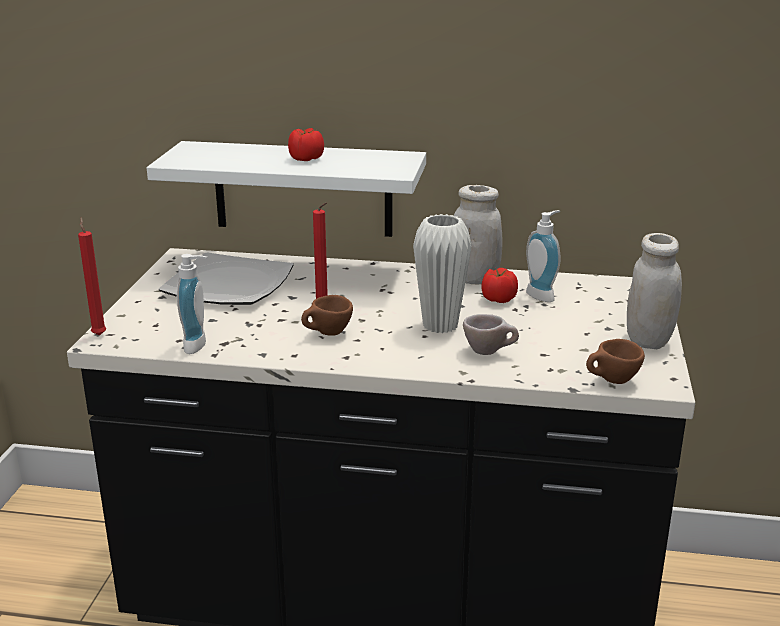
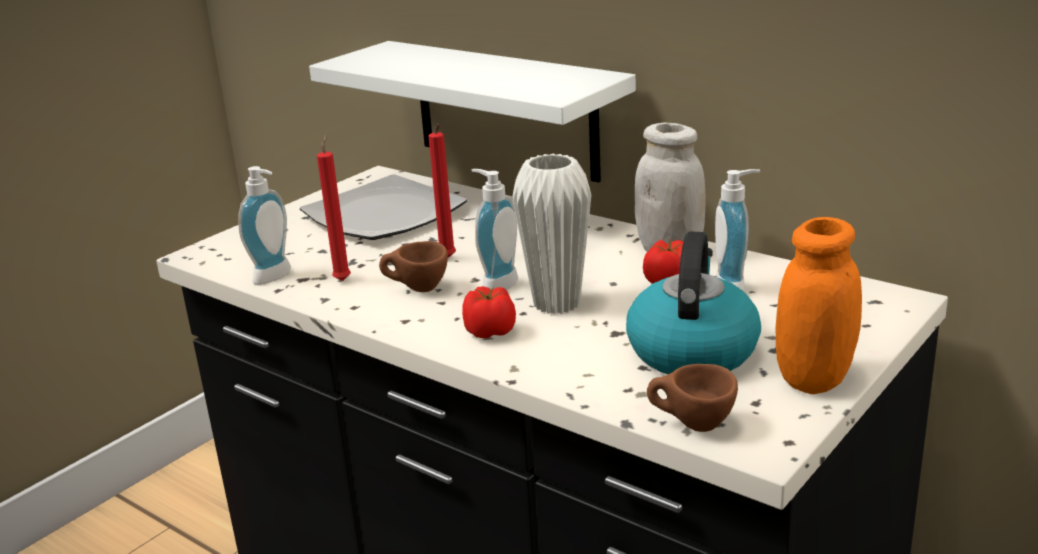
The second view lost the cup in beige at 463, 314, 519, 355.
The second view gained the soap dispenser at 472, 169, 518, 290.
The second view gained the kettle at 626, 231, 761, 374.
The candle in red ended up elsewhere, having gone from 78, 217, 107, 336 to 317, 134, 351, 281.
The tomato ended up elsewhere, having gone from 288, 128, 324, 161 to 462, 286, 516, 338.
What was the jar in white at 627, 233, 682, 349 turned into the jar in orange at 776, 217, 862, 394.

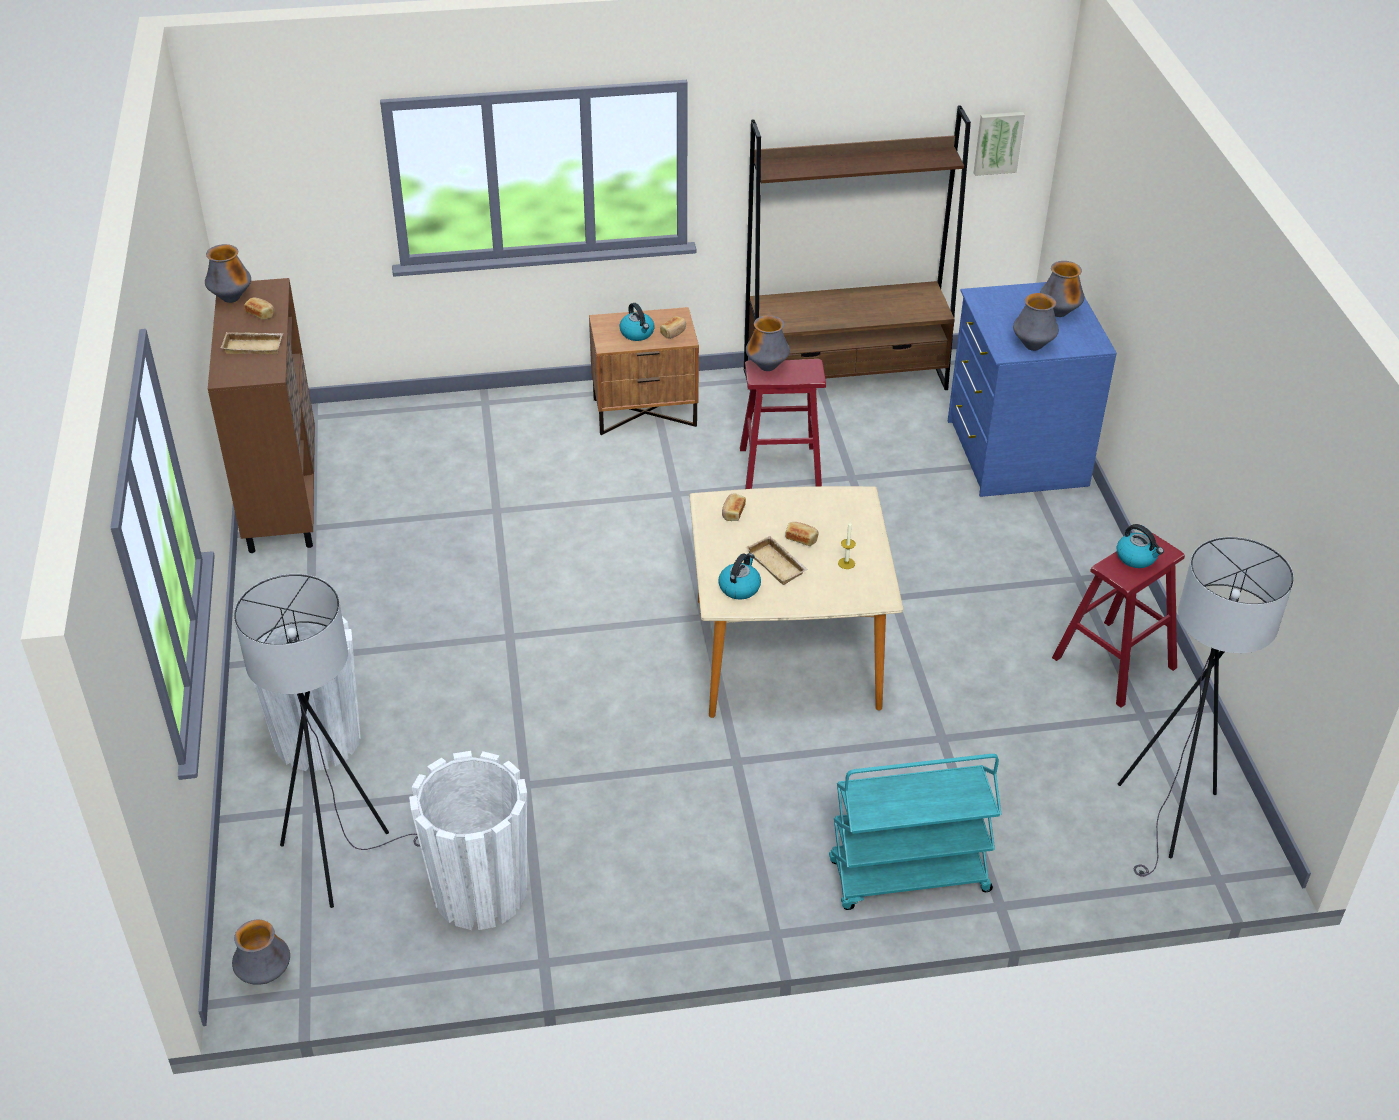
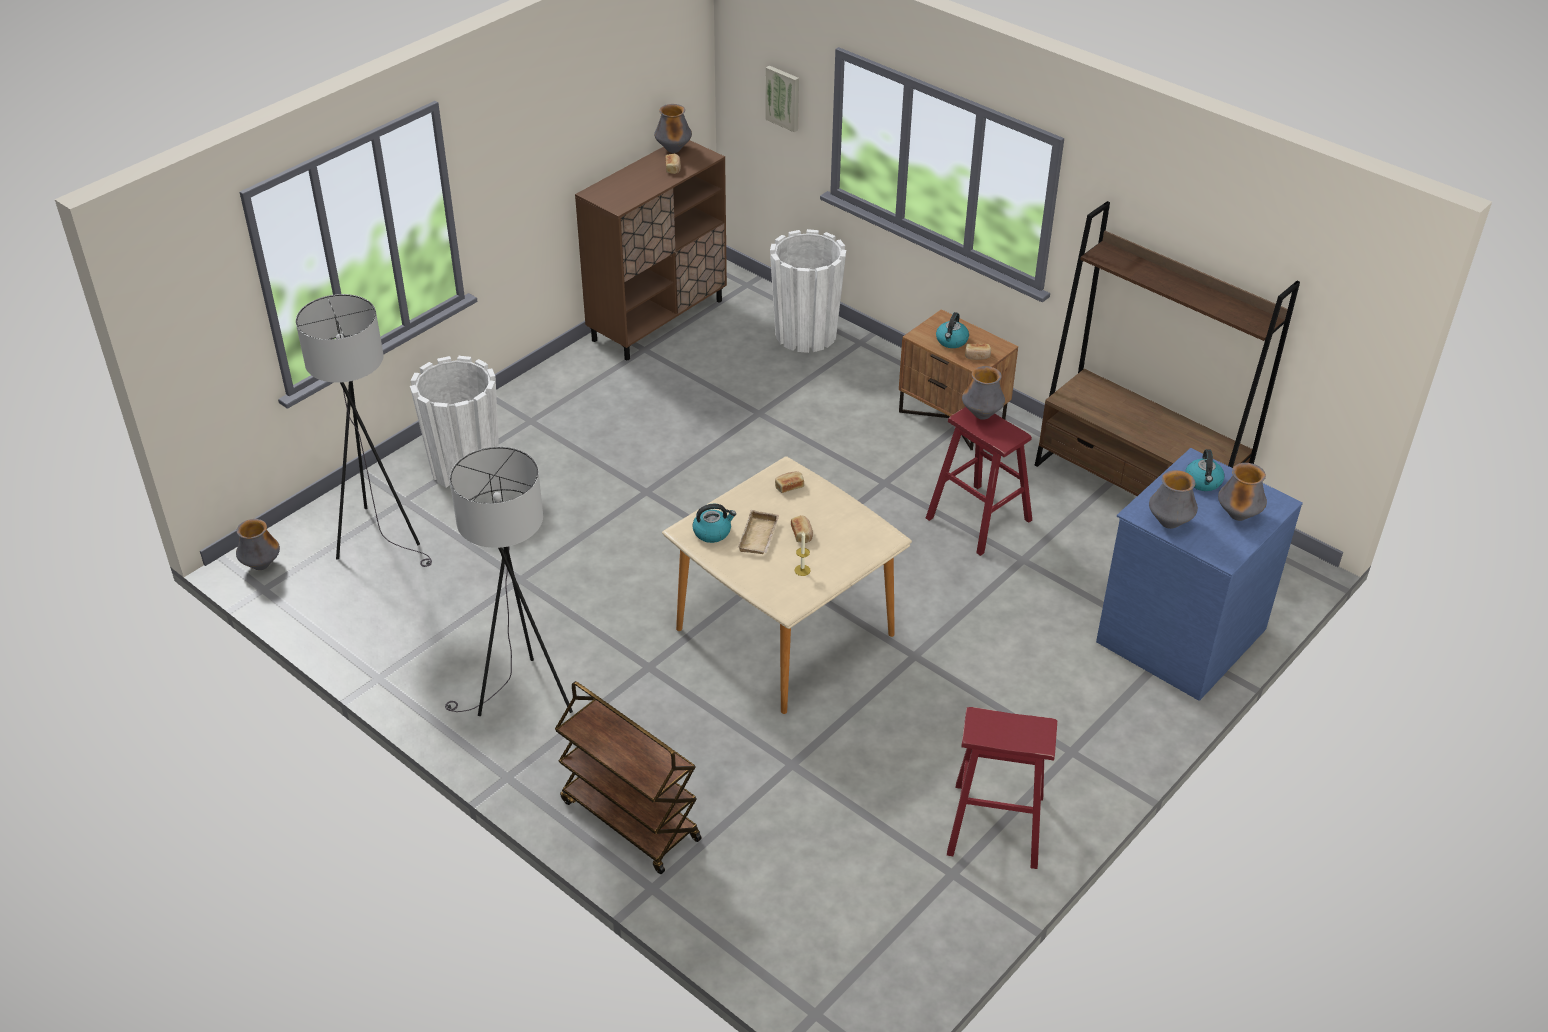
The second view lost the tray in beige at 221, 332, 283, 354.
The planter in white ended up elsewhere, having gone from 409, 751, 527, 930 to 770, 229, 846, 353.
The picture ended up elsewhere, having gone from 973, 112, 1025, 176 to 765, 66, 799, 132.
The kettle ended up elsewhere, having gone from 1116, 524, 1164, 568 to 1185, 449, 1224, 491.
The floor lamp in grey ended up elsewhere, having gone from 1118, 537, 1294, 877 to 445, 447, 573, 716.
What was the cart in turquoise at 829, 754, 1001, 910 turned into the cart in brown at 555, 681, 702, 874.

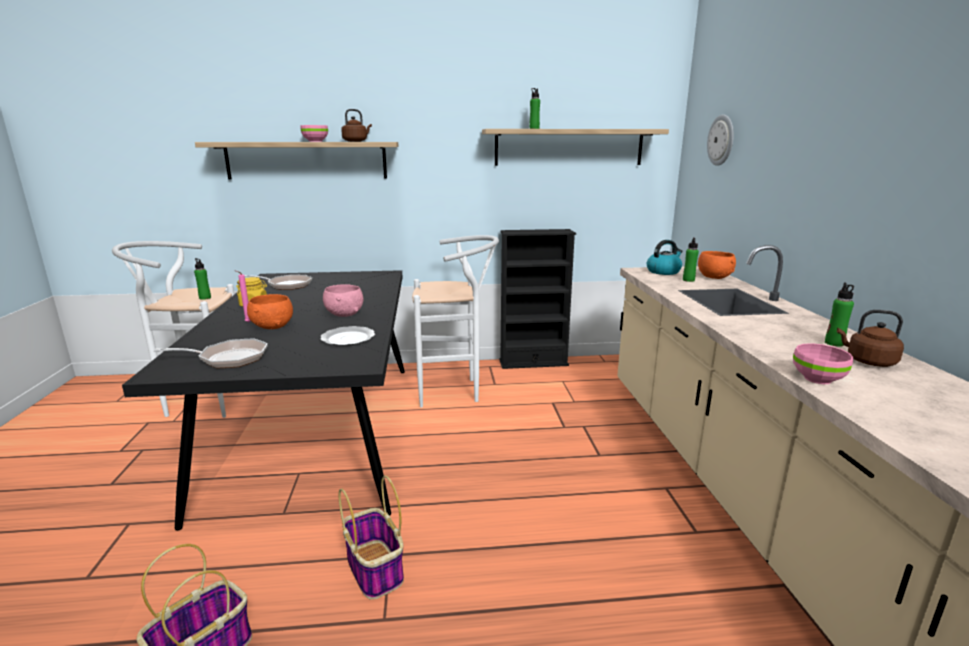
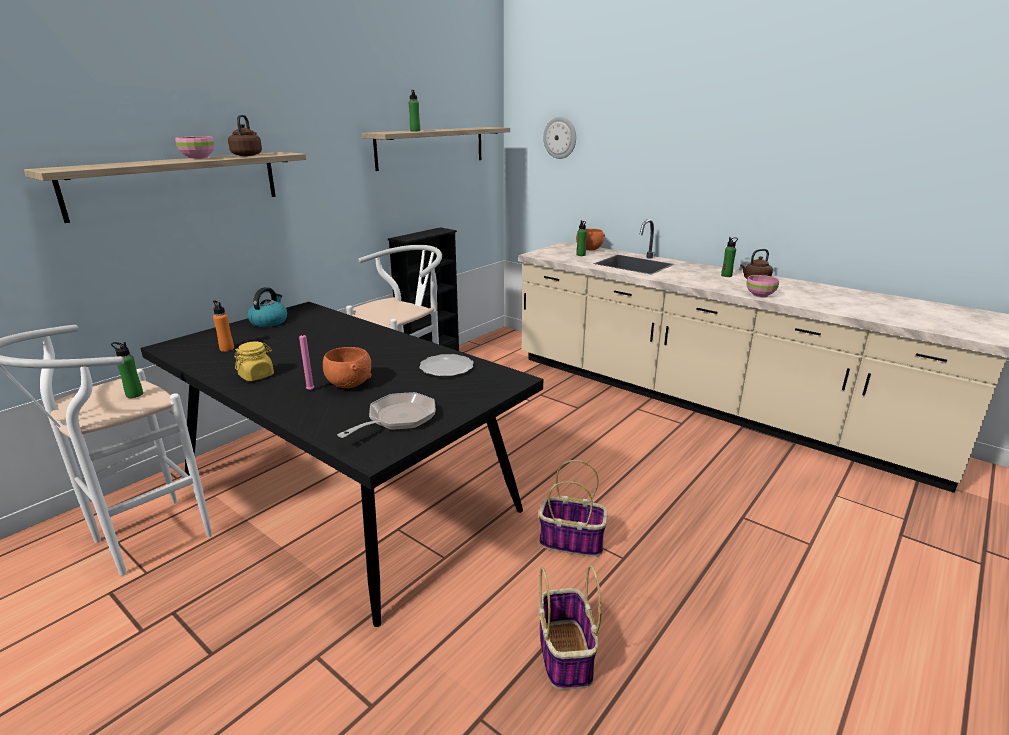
The second view lost the bowl in pink at 323, 284, 363, 317.
The kettle ended up elsewhere, having gone from 647, 240, 683, 275 to 247, 287, 287, 327.
Where the frying pan stood at 245, 274, 312, 290, the bottle in orange came to stand at 213, 300, 234, 352.

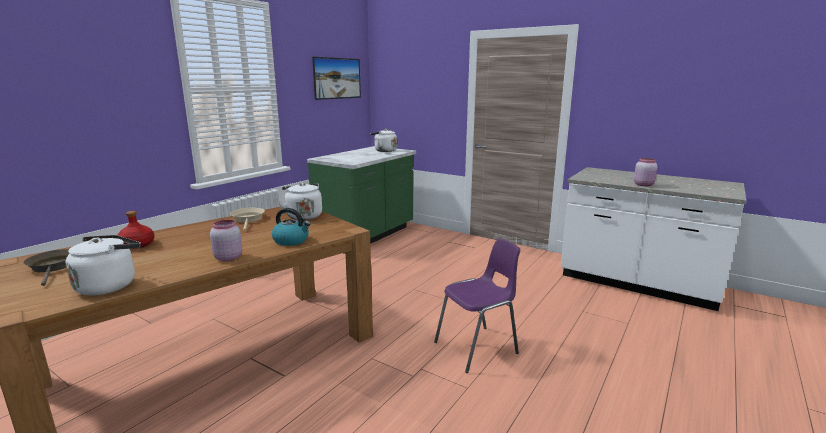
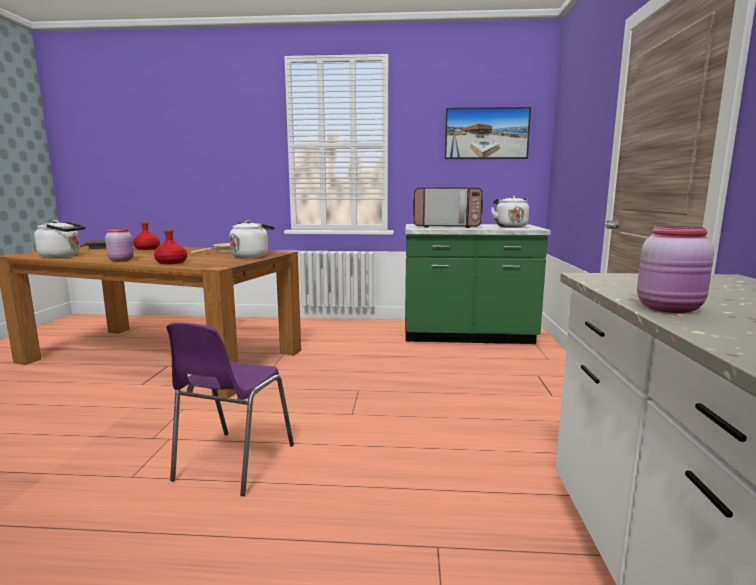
The second view gained the microwave at 413, 188, 483, 228.
Where the kettle stood at 272, 208, 311, 246, the bottle in red came to stand at 154, 230, 187, 264.
The chair in purple at 434, 238, 520, 373 ended up facing another way, 75 degrees clockwise from before.

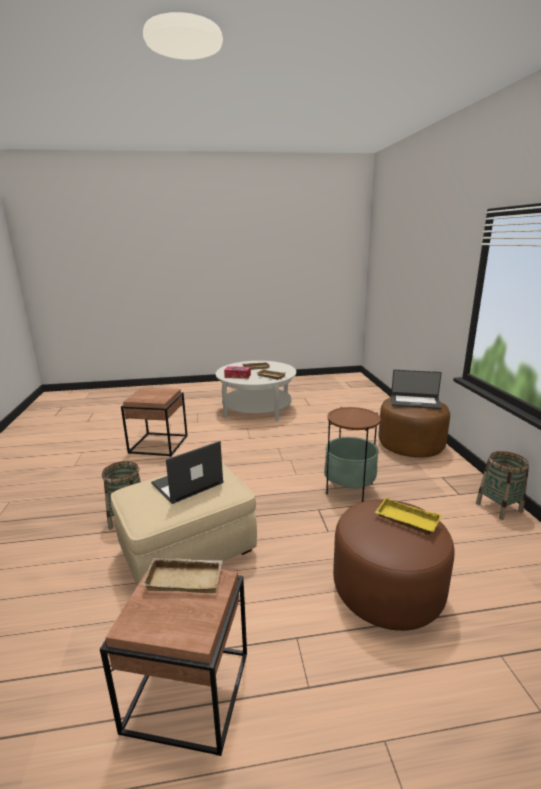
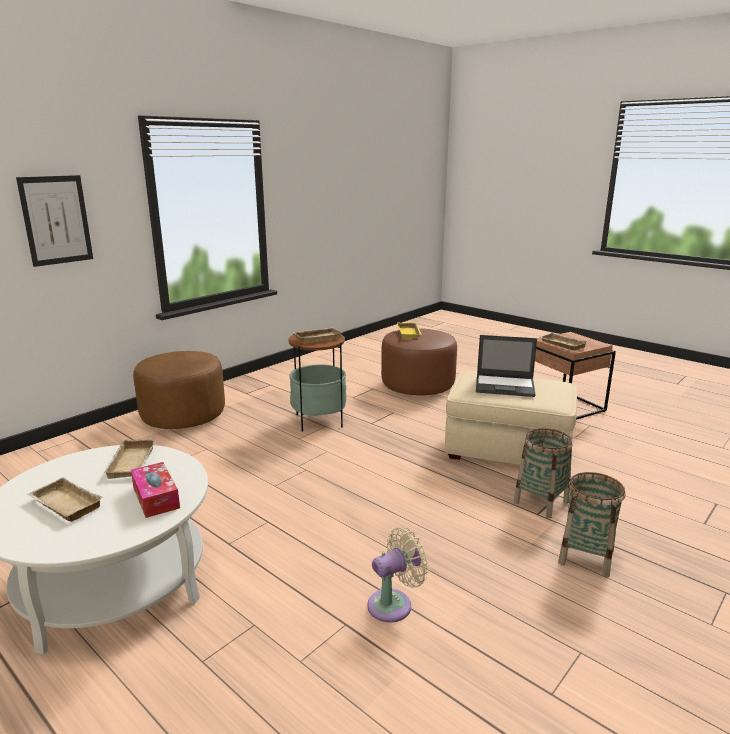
The second view lost the laptop at 391, 370, 442, 409.
The second view gained the picture at 16, 175, 93, 267.
The second view gained the tray in beige at 293, 327, 342, 343.
The basket ended up elsewhere, having gone from 476, 451, 529, 520 to 558, 472, 626, 578.
Where the side table in brown stood at 121, 387, 188, 457, the fan in beige came to stand at 367, 527, 428, 623.

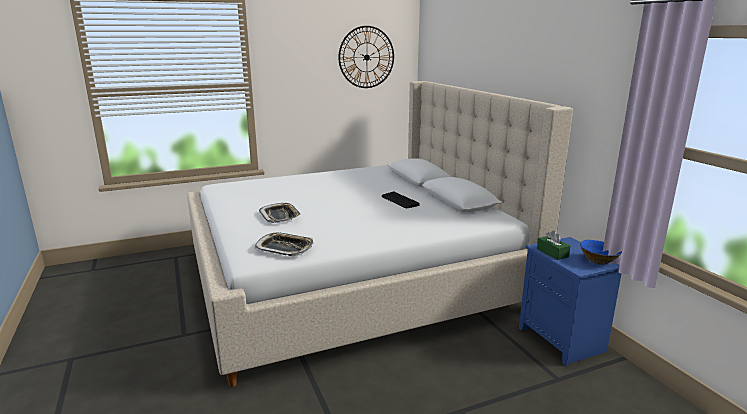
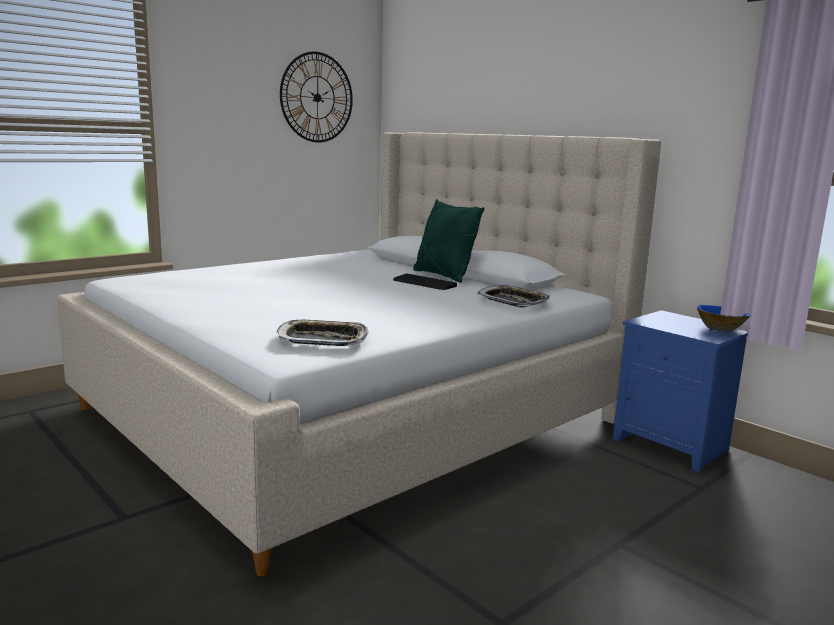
The second view lost the tissue box in green at 537, 230, 570, 260.
The second view gained the pillow in green at 413, 199, 485, 283.
The tray ended up elsewhere, having gone from 259, 203, 301, 223 to 477, 285, 550, 307.

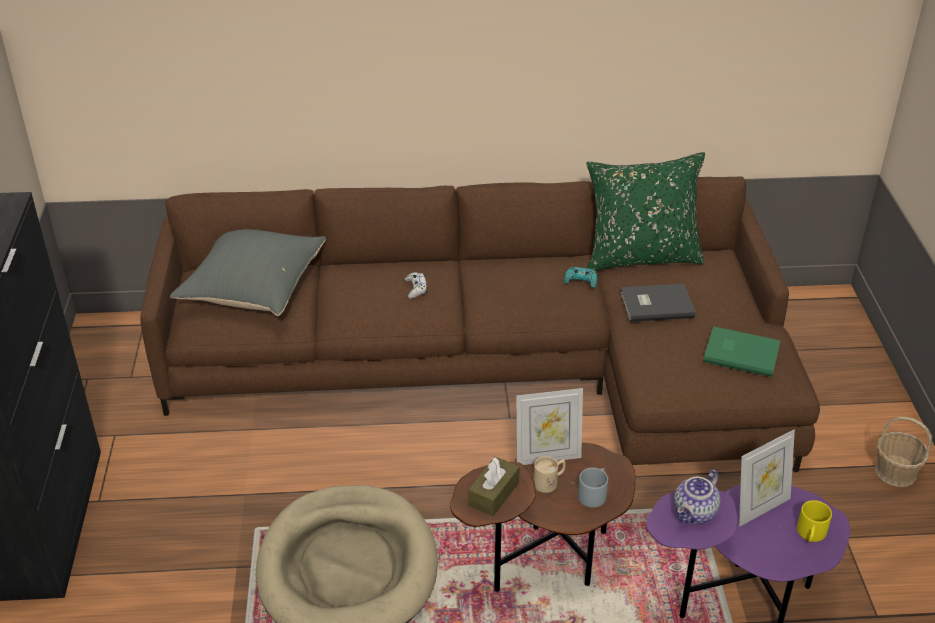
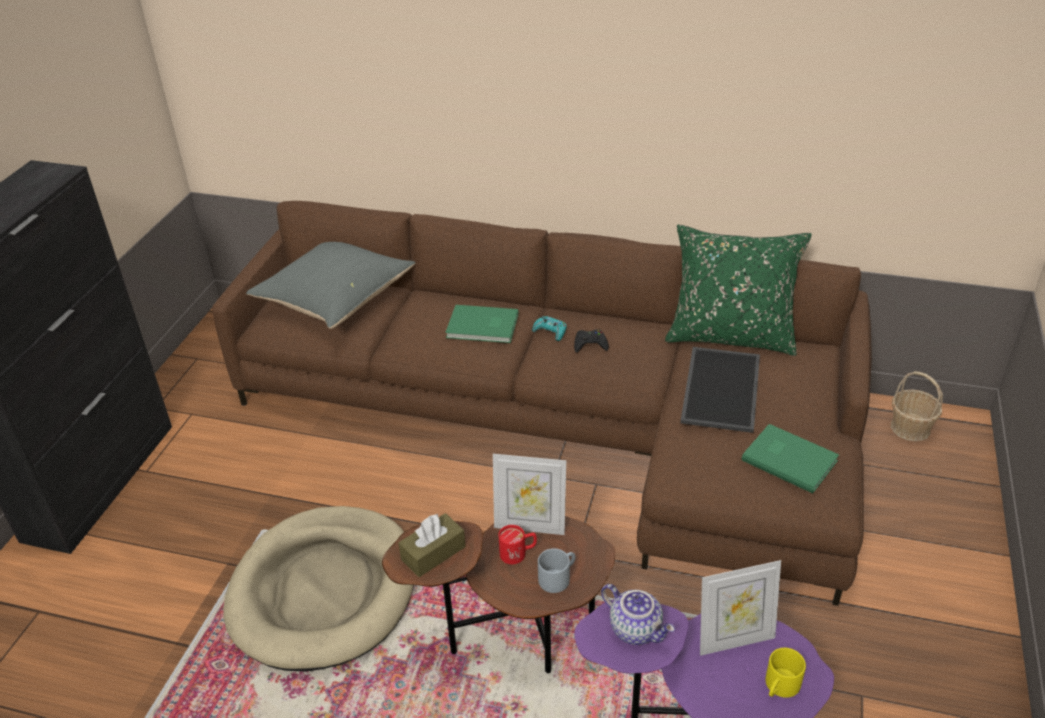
The second view gained the game controller in black at 574, 329, 609, 353.
The game controller in turquoise ended up elsewhere, having gone from 564, 267, 597, 288 to 532, 316, 567, 341.
The basket ended up elsewhere, having gone from 875, 417, 932, 487 to 891, 371, 943, 441.
Where the game controller in white stood at 404, 273, 427, 299, the book in green came to stand at 445, 305, 518, 343.
Where the book in grey stood at 621, 283, 695, 322, the tray came to stand at 680, 347, 760, 433.
What was the mug in beige at 534, 456, 566, 493 turned into the mug in red at 498, 525, 537, 564.
The teapot at 674, 470, 720, 524 ended up facing another way, 105 degrees counterclockwise from before.

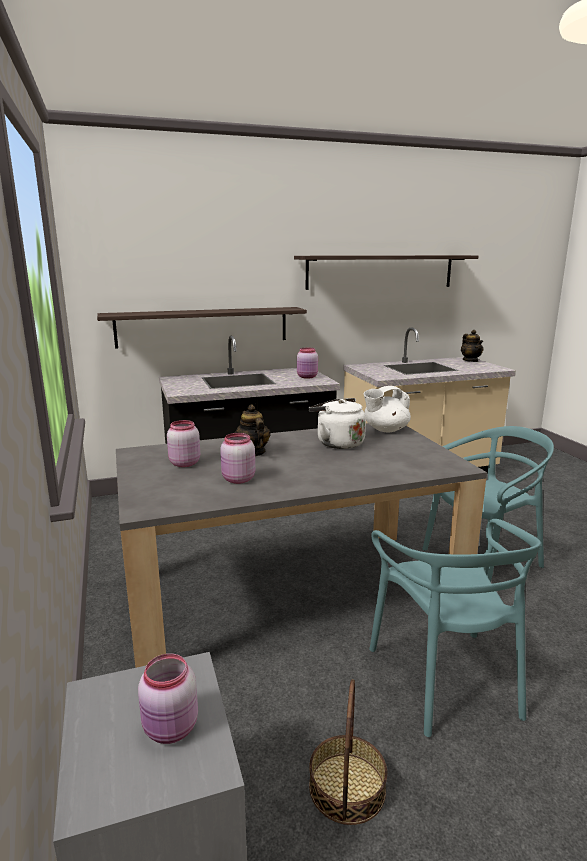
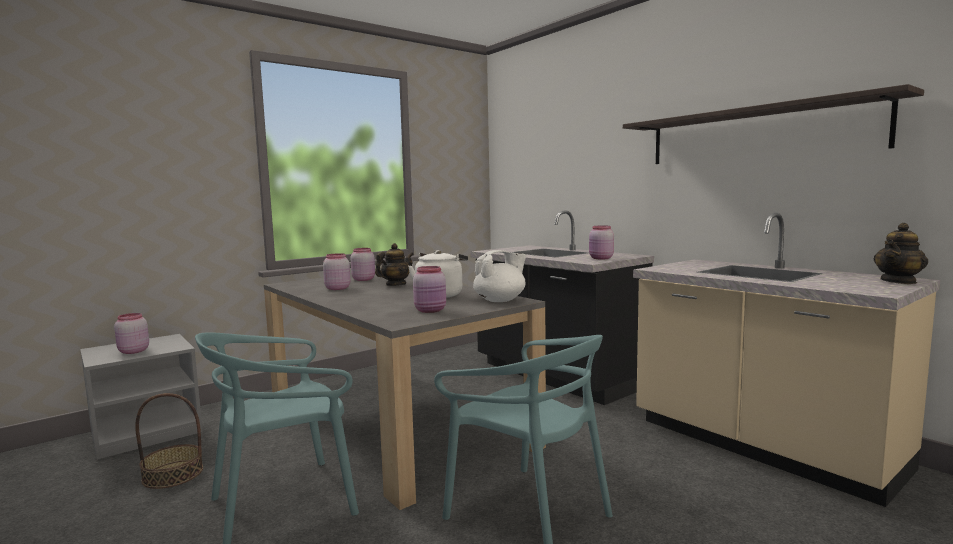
The second view lost the shelf at 97, 307, 307, 349.
The second view gained the jar in pink at 413, 266, 446, 313.
The teapot in white at 364, 386, 411, 432 ended up facing another way, 105 degrees clockwise from before.

